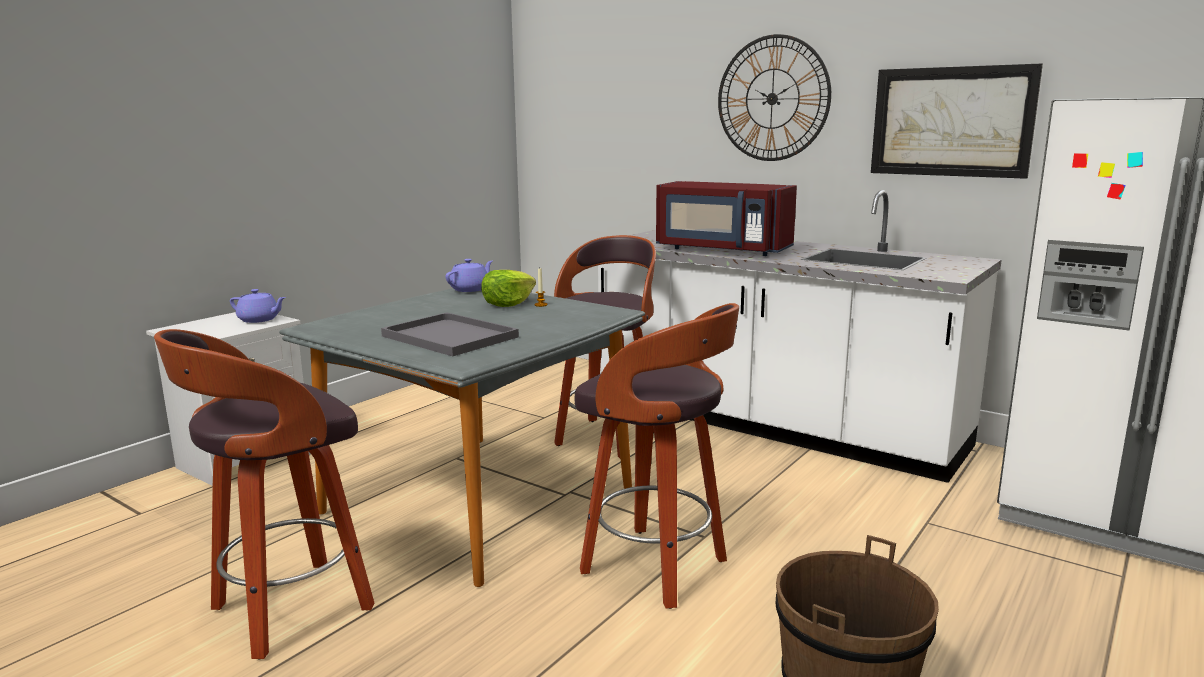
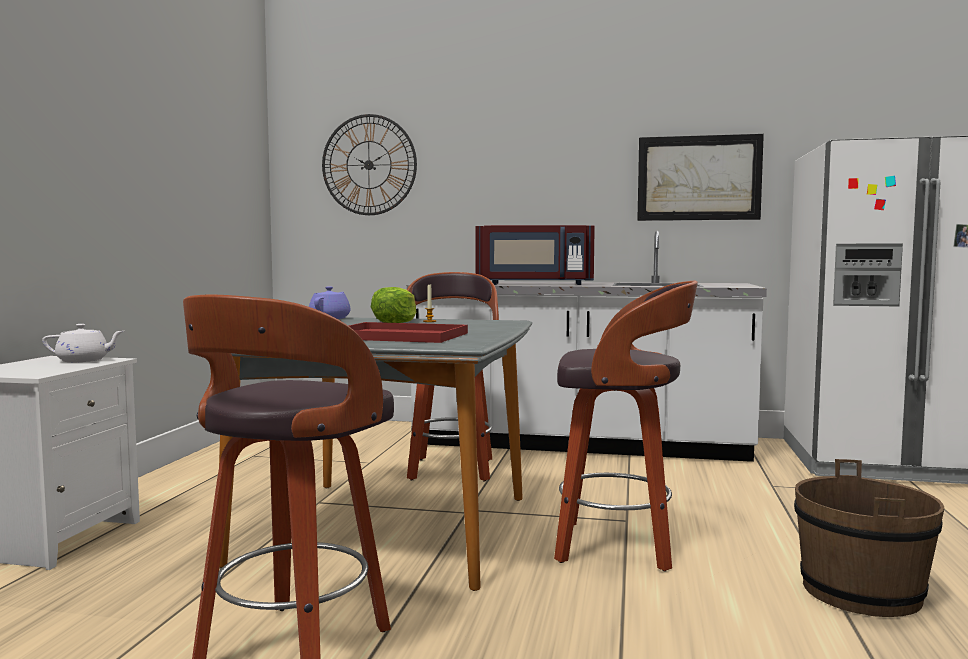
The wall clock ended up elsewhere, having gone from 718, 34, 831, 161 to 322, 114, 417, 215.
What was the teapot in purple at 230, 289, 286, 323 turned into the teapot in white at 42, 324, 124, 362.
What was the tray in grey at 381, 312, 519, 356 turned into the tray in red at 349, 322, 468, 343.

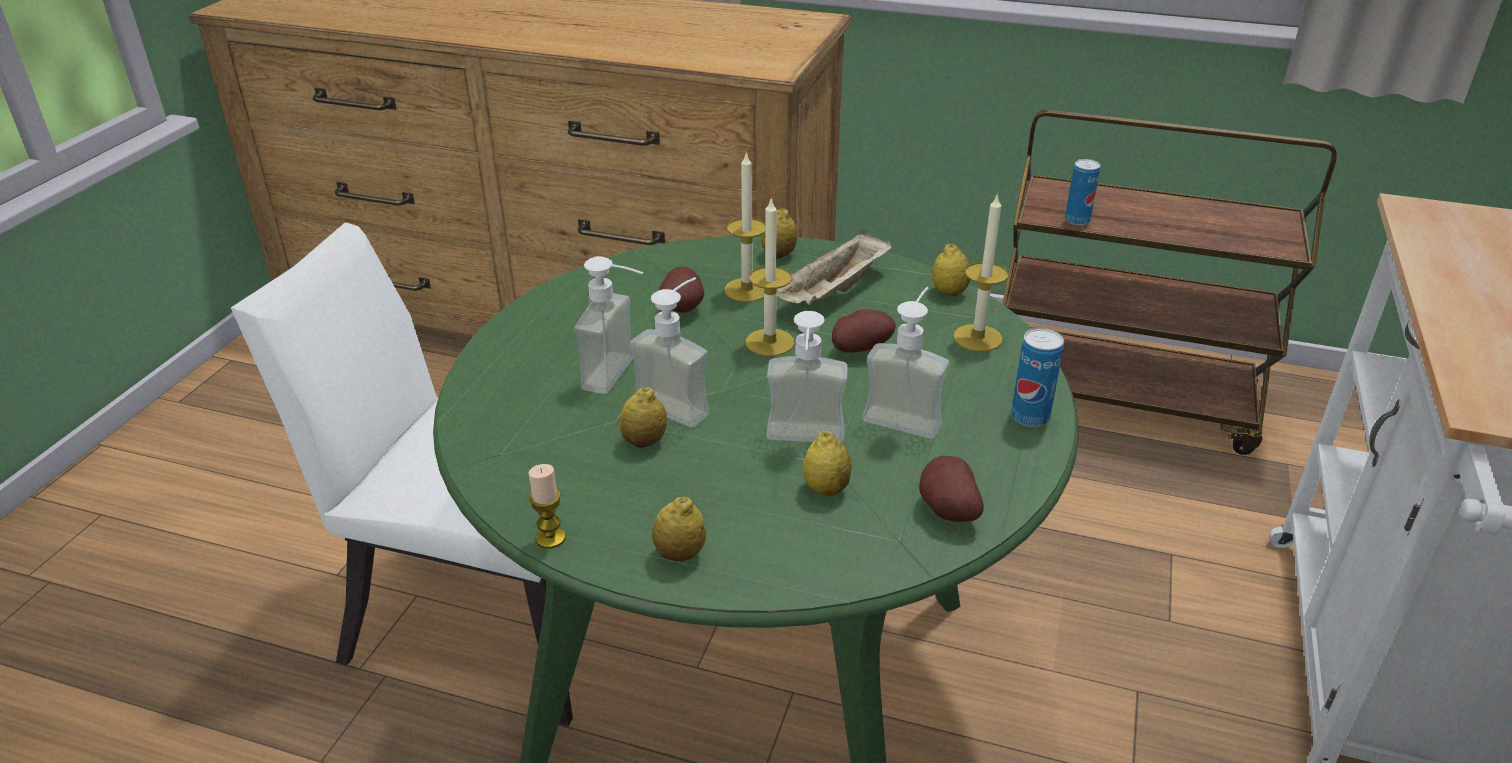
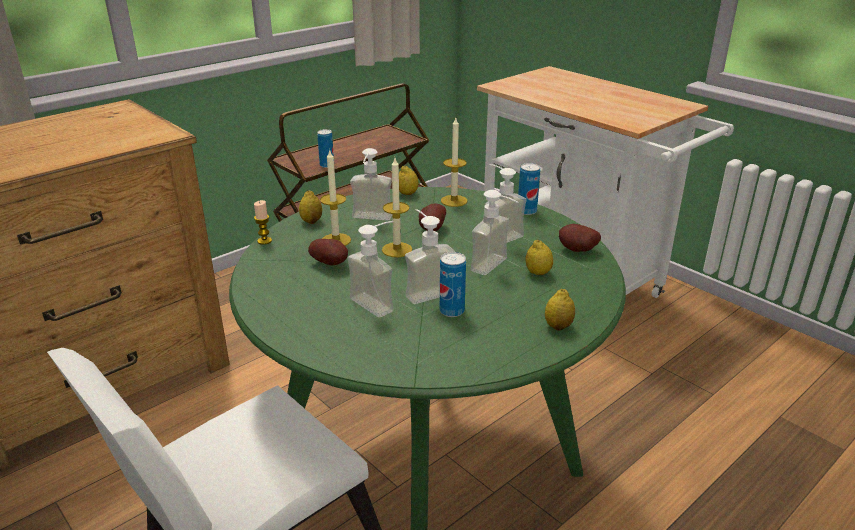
The candle ended up elsewhere, having gone from 529, 464, 566, 549 to 254, 200, 272, 245.
Where the lemon stood at 620, 387, 667, 448, the can came to stand at 440, 252, 466, 317.
Where the tray in beige stood at 777, 230, 892, 305, the soap dispenser came to stand at 350, 148, 392, 221.

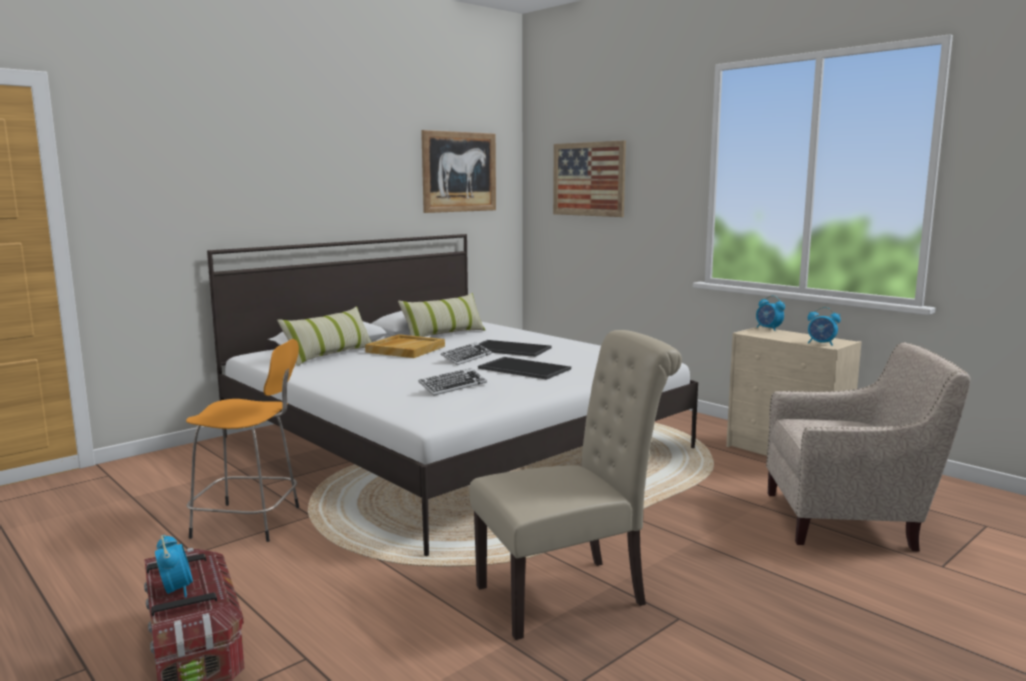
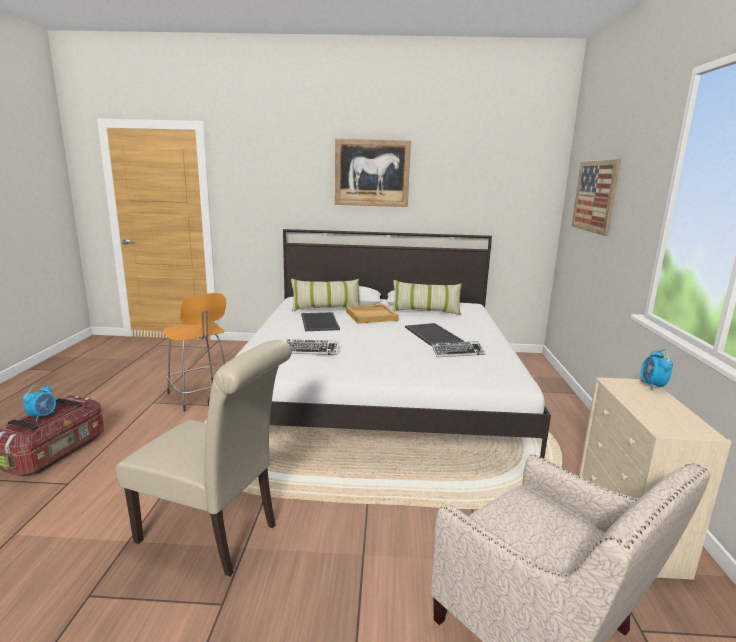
The second view lost the alarm clock at 808, 307, 841, 346.
The picture ended up elsewhere, having gone from 421, 130, 496, 213 to 335, 139, 411, 207.
The keyboard ended up elsewhere, having gone from 441, 343, 492, 365 to 431, 341, 486, 357.
The tray ended up elsewhere, having gone from 478, 357, 571, 380 to 301, 312, 340, 331.

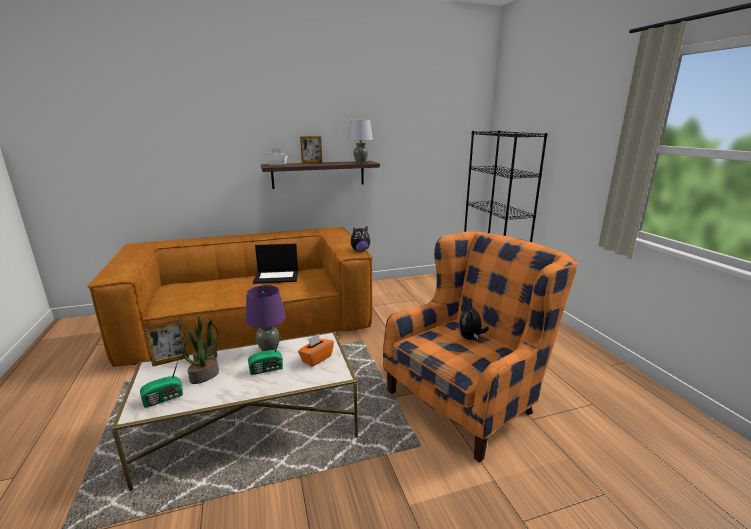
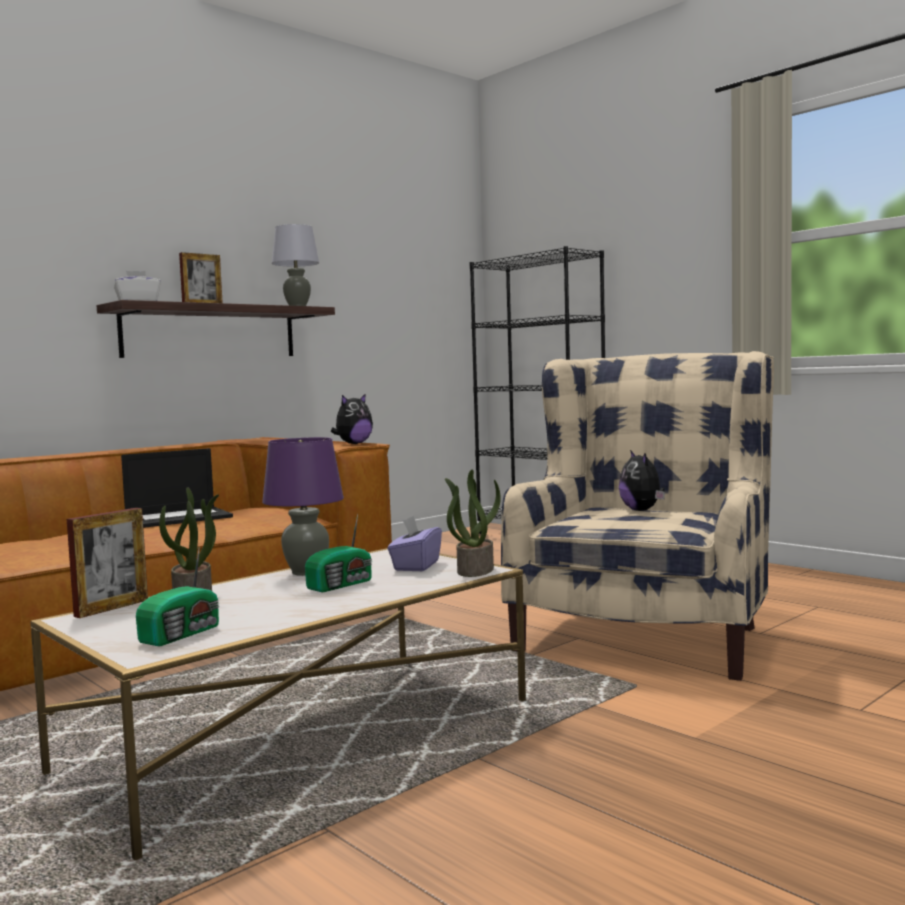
The potted plant ended up elsewhere, having gone from 183, 329, 219, 384 to 445, 469, 501, 577.
What was the tissue box in orange at 298, 334, 334, 367 turned into the tissue box in purple at 387, 516, 442, 571.
What was the armchair in orange at 383, 232, 578, 463 turned into the armchair in beige at 501, 351, 774, 681.

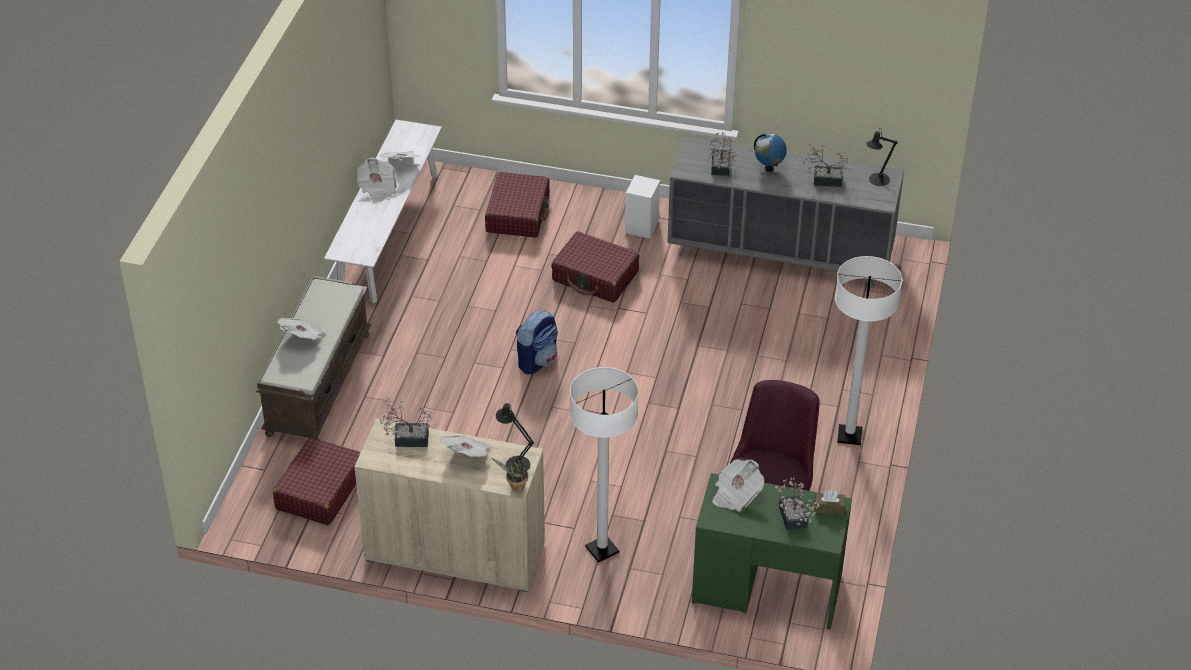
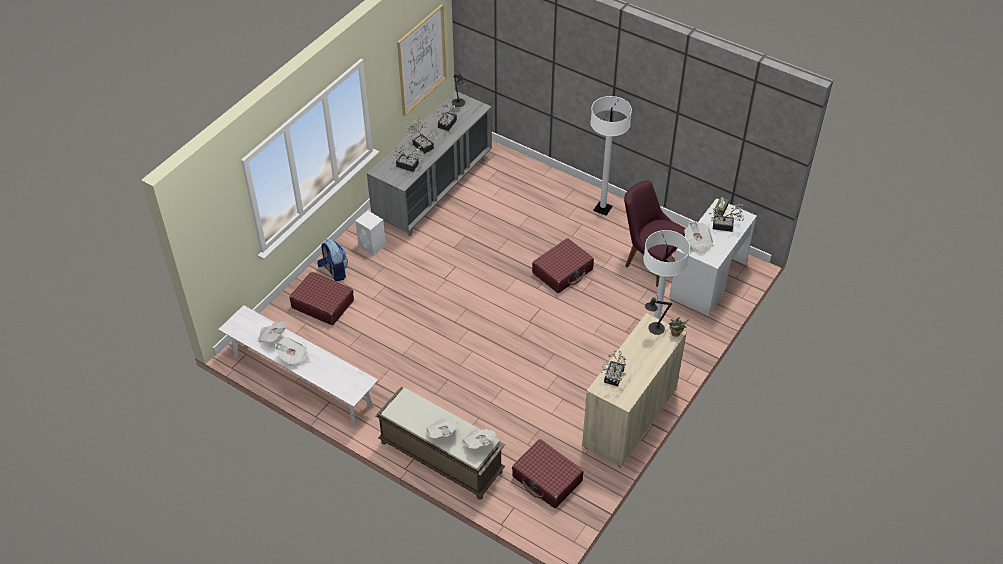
The second view gained the picture at 397, 4, 447, 116.
The newspaper ended up elsewhere, having gone from 440, 435, 491, 457 to 462, 428, 496, 449.
The backpack ended up elsewhere, having gone from 516, 311, 558, 374 to 317, 238, 348, 281.
The suitcase in red ended up elsewhere, having gone from 551, 231, 639, 303 to 532, 238, 594, 293.
Where the globe stood at 754, 134, 787, 172, the potted plant came to stand at 406, 118, 437, 154.
What was the desk in green at 692, 473, 852, 630 turned into the desk in white at 669, 198, 757, 316.

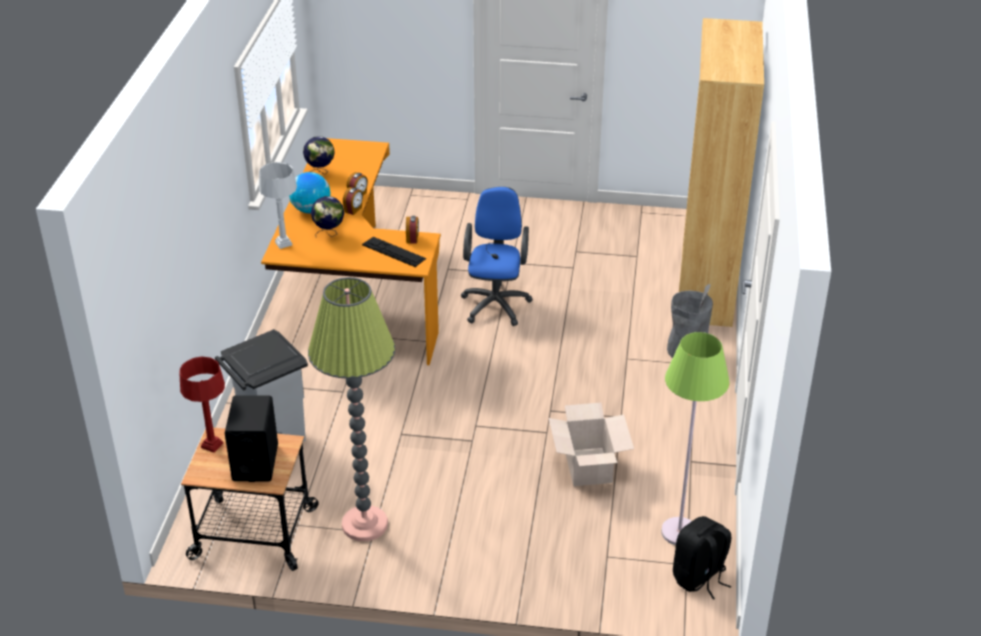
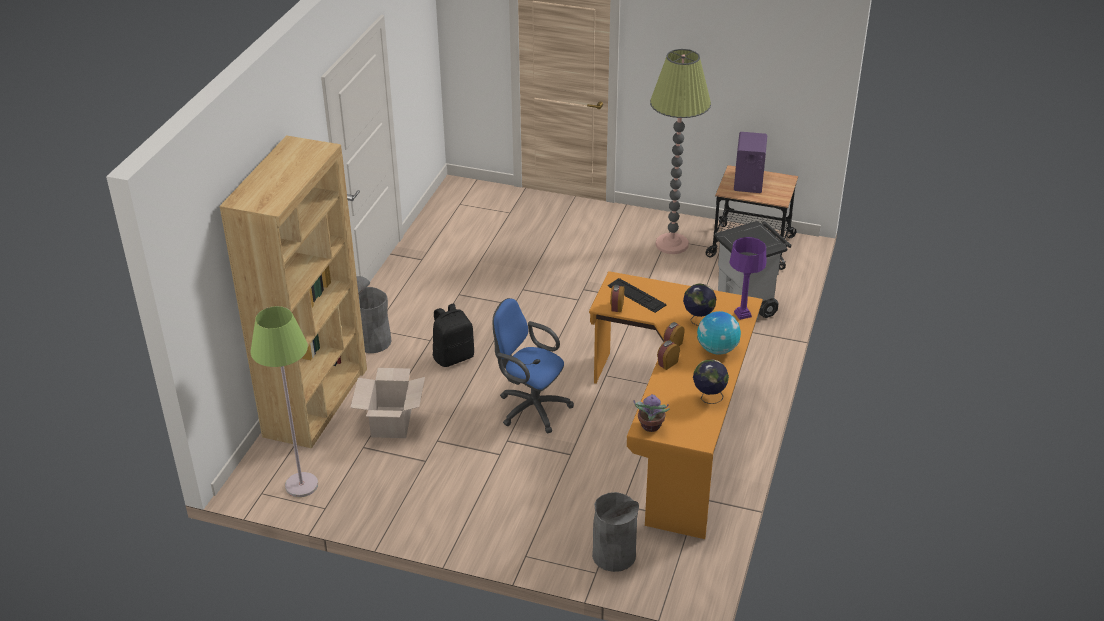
The second view lost the table lamp in red at 179, 356, 225, 453.
The second view gained the trash can in grey at 592, 492, 639, 572.
The second view gained the potted plant at 633, 394, 670, 432.
The cardboard box ended up elsewhere, having gone from 549, 403, 634, 486 to 350, 368, 425, 438.
The floor lamp in green ended up elsewhere, having gone from 661, 332, 730, 545 to 250, 306, 318, 497.
The backpack in black ended up elsewhere, having gone from 673, 516, 731, 600 to 433, 303, 474, 367.
What was the speaker in black at 225, 395, 278, 482 turned into the speaker in purple at 734, 132, 767, 193.
What was the table lamp in grey at 259, 162, 297, 249 turned into the table lamp in purple at 729, 237, 766, 320.
The office chair in blue at 461, 187, 533, 326 ended up facing another way, 105 degrees clockwise from before.

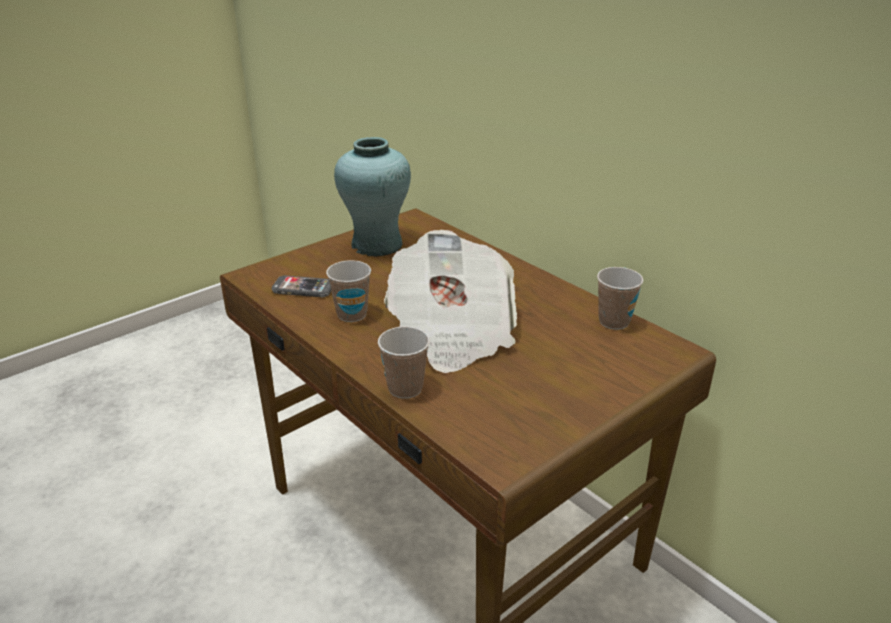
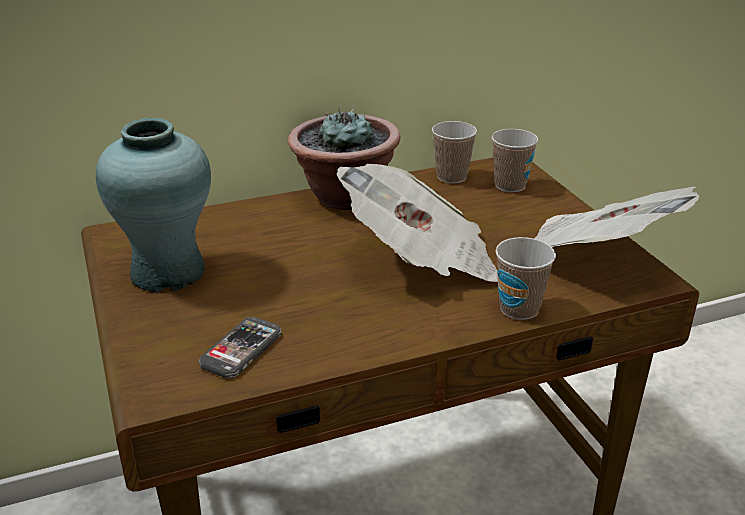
The second view gained the potted plant at 288, 108, 400, 210.
The second view gained the newspaper at 534, 187, 699, 247.
The cup ended up elsewhere, having gone from 326, 260, 371, 322 to 492, 129, 538, 192.

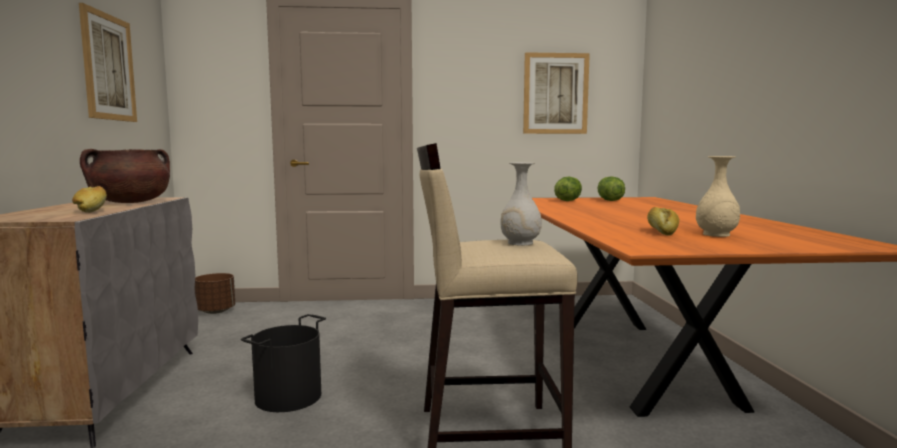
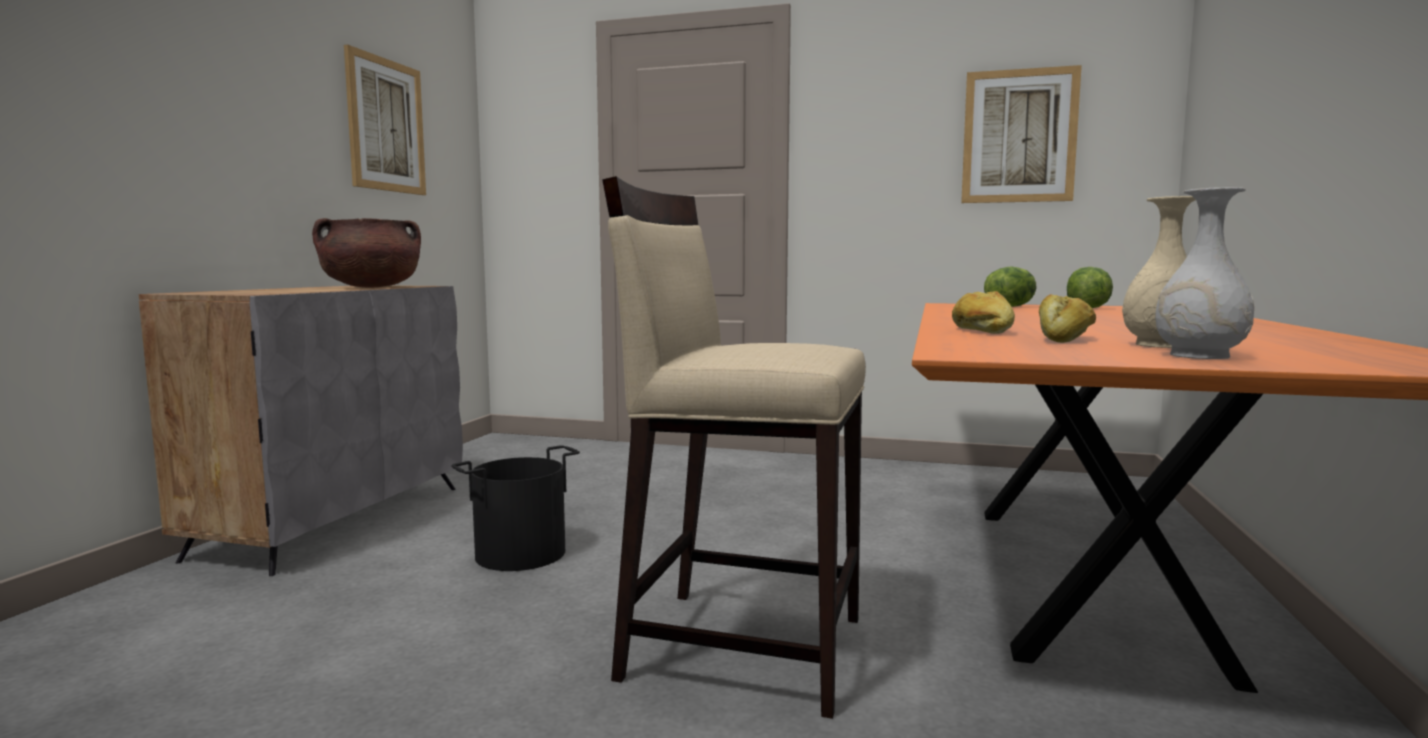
The second view lost the planter in brown at 195, 273, 235, 314.
The bread ended up elsewhere, having gone from 72, 186, 107, 213 to 952, 291, 1015, 334.
The vase in white ended up elsewhere, having gone from 500, 162, 542, 246 to 1155, 187, 1254, 359.

